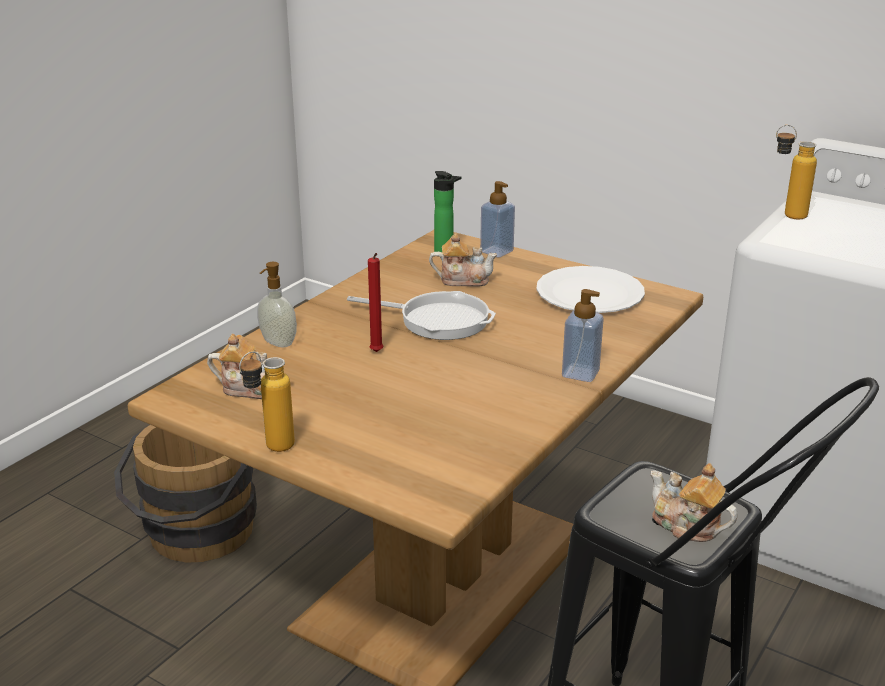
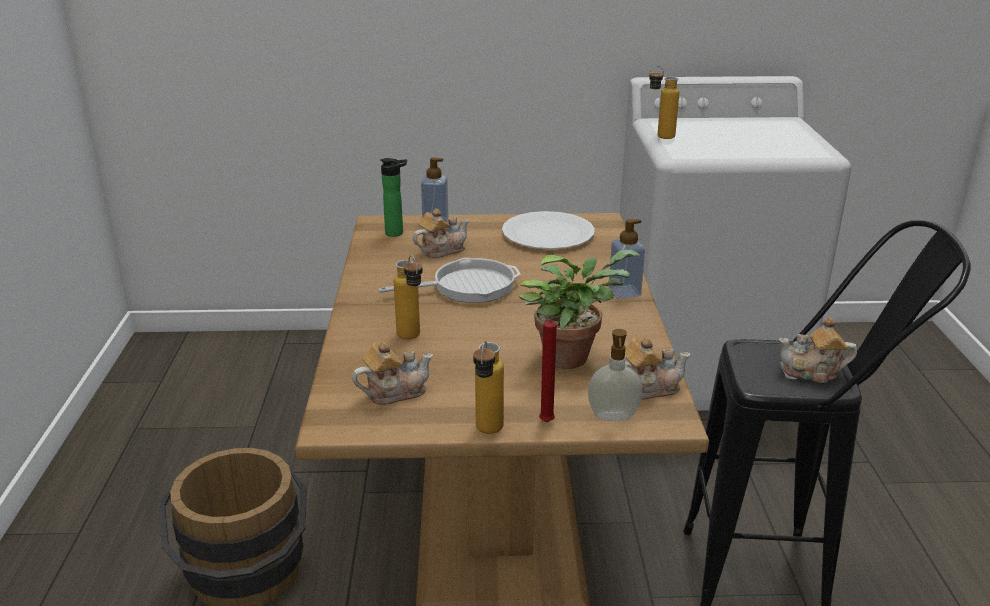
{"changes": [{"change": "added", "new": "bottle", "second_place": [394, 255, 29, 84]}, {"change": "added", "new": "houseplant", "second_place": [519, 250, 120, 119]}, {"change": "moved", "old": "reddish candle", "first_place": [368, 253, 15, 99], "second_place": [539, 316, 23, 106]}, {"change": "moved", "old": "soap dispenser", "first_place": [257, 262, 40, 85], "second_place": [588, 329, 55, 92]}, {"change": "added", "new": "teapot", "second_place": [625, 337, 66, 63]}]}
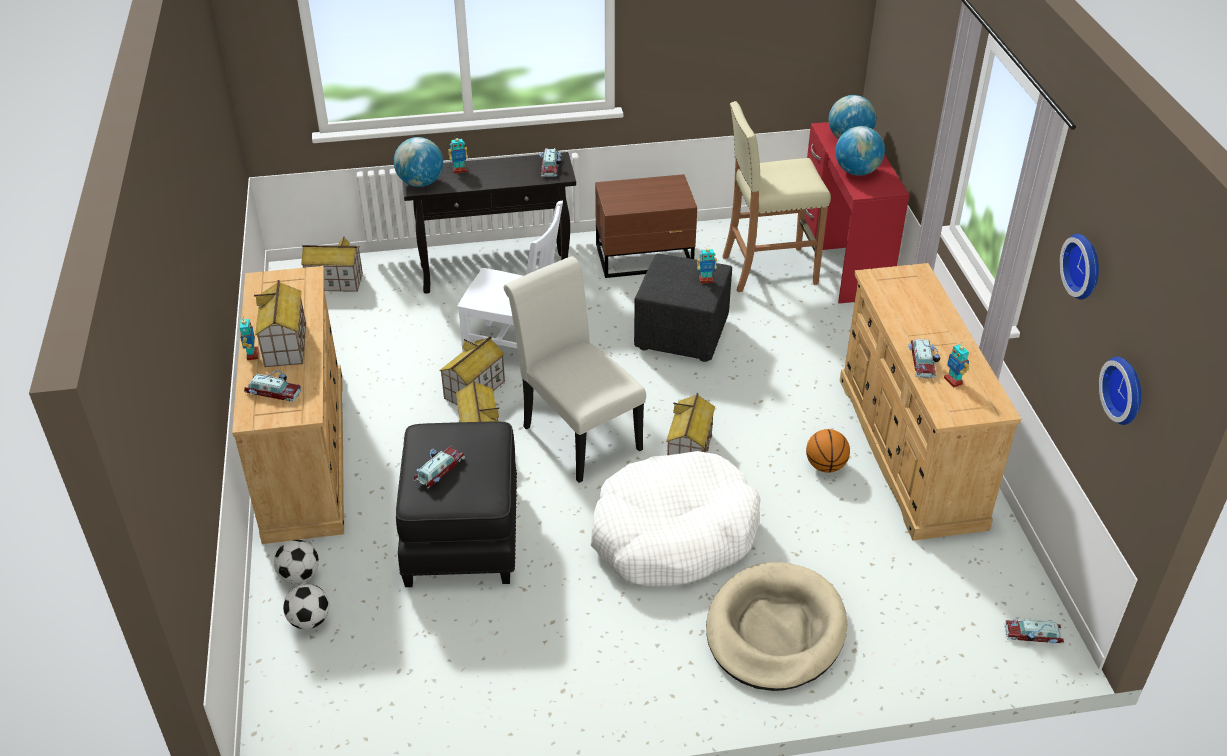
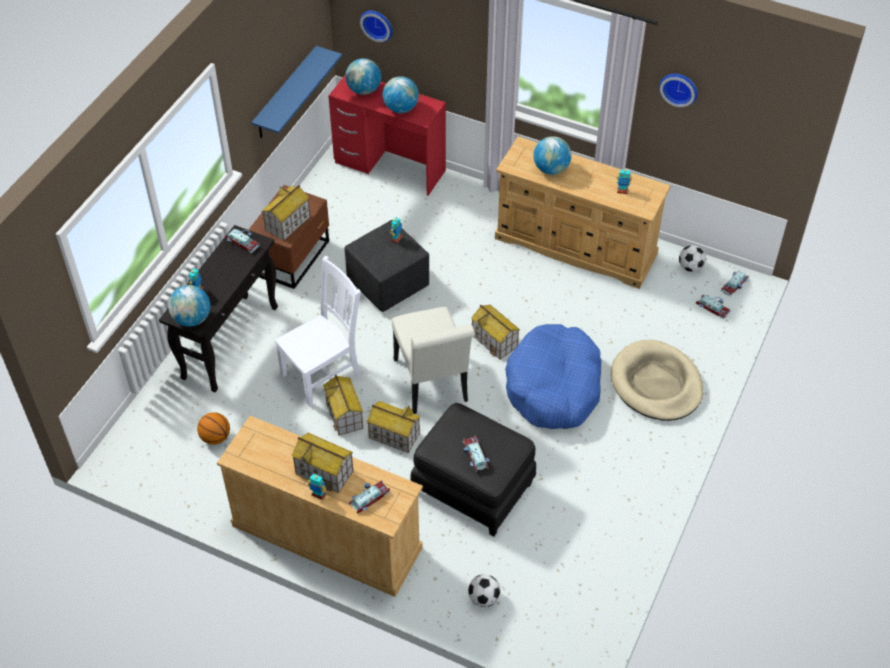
{"changes": [{"change": "moved", "old": "basketball", "first_place": [806, 429, 44, 44], "second_place": [197, 412, 33, 33]}, {"change": "added", "new": "blue shelf", "second_place": [252, 46, 90, 92]}, {"change": "moved", "old": "miniature house", "first_place": [301, 236, 62, 56], "second_place": [261, 185, 50, 56]}, {"change": "moved", "old": "clock on the wall", "first_place": [1099, 357, 42, 68], "second_place": [360, 10, 33, 32]}, {"change": "turned", "old": "white-coloured upright chair", "first_place": [504, 256, 142, 227], "second_place": [392, 307, 83, 107], "degrees": -105}, {"change": "recoloured", "old": "white-coloured dog cushion", "new": "blue dog cushion", "first_place": [591, 451, 170, 135], "second_place": [505, 324, 96, 105]}, {"change": "added", "new": "desk globe", "second_place": [533, 136, 38, 39]}, {"change": "moved", "old": "football", "first_place": [274, 540, 45, 44], "second_place": [679, 245, 27, 27]}, {"change": "moved", "old": "model car", "first_place": [908, 339, 32, 39], "second_place": [695, 295, 36, 24]}, {"change": "removed", "old": "beige-coloured stool", "first_place": [722, 101, 109, 191]}]}
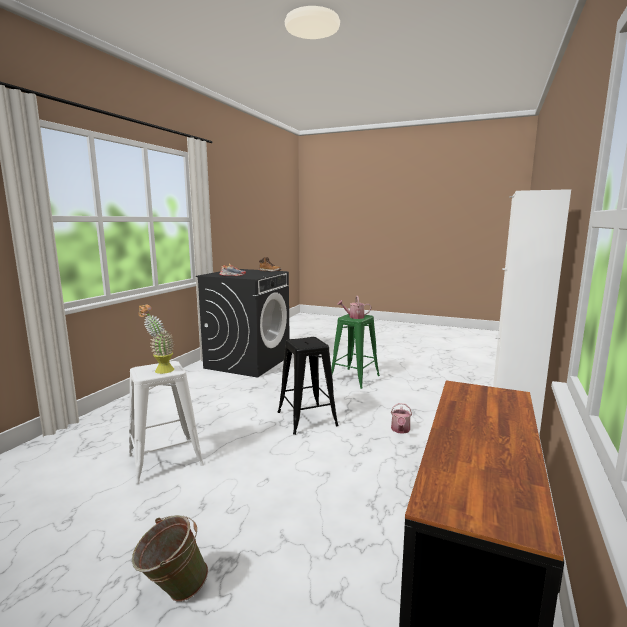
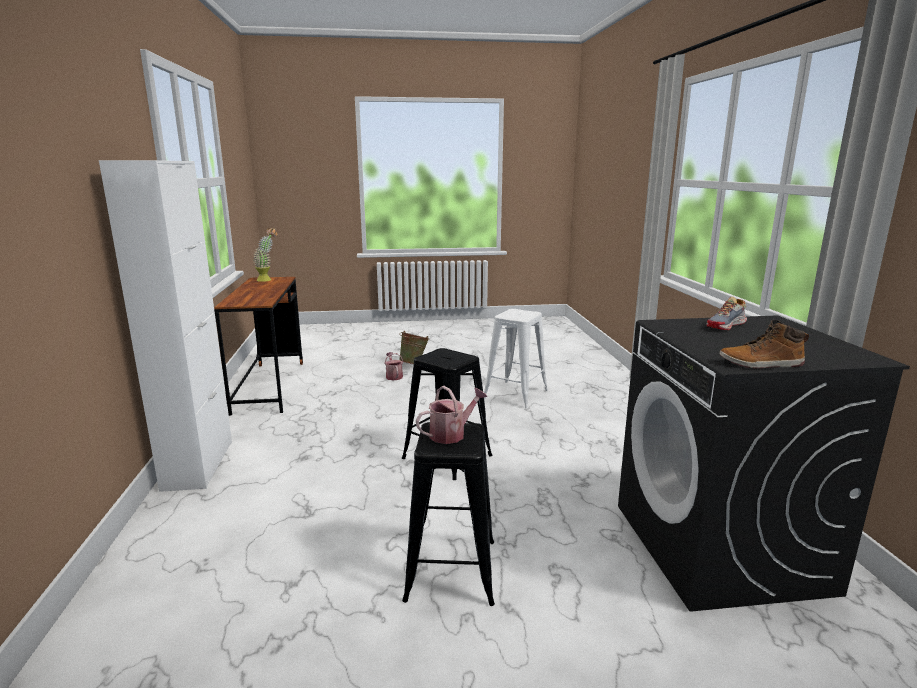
{"changes": [{"change": "moved", "old": "houseplant", "first_place": [138, 304, 36, 70], "second_place": [253, 228, 24, 54]}, {"change": "moved", "old": "watering can", "first_place": [391, 403, 21, 31], "second_place": [384, 352, 19, 28]}, {"change": "recoloured", "old": "green-coloured stool", "new": "black-coloured stool", "first_place": [331, 314, 49, 75], "second_place": [402, 422, 93, 184]}]}
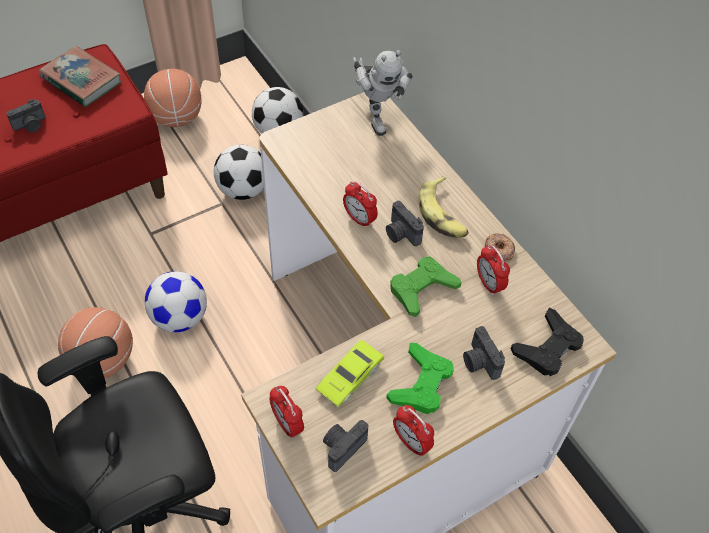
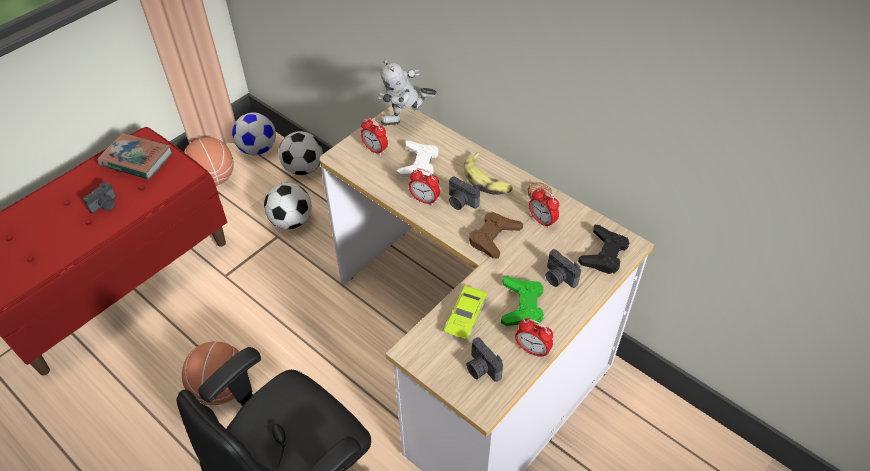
{"changes": [{"change": "moved", "old": "football", "first_place": [145, 271, 62, 61], "second_place": [232, 112, 44, 43]}, {"change": "moved", "old": "table clock", "first_place": [270, 386, 34, 52], "second_place": [361, 118, 27, 38]}, {"change": "turned", "old": "toy robot", "first_place": [353, 50, 60, 86], "second_place": [378, 59, 59, 66], "degrees": 105}, {"change": "added", "new": "white-coloured game controller", "second_place": [397, 141, 41, 36]}, {"change": "turned", "old": "photo camera", "first_place": [323, 420, 45, 52], "second_place": [466, 337, 37, 45], "degrees": -60}, {"change": "recoloured", "old": "green-coloured game controller", "new": "brownish game controller", "first_place": [390, 257, 71, 60], "second_place": [469, 212, 54, 47]}]}
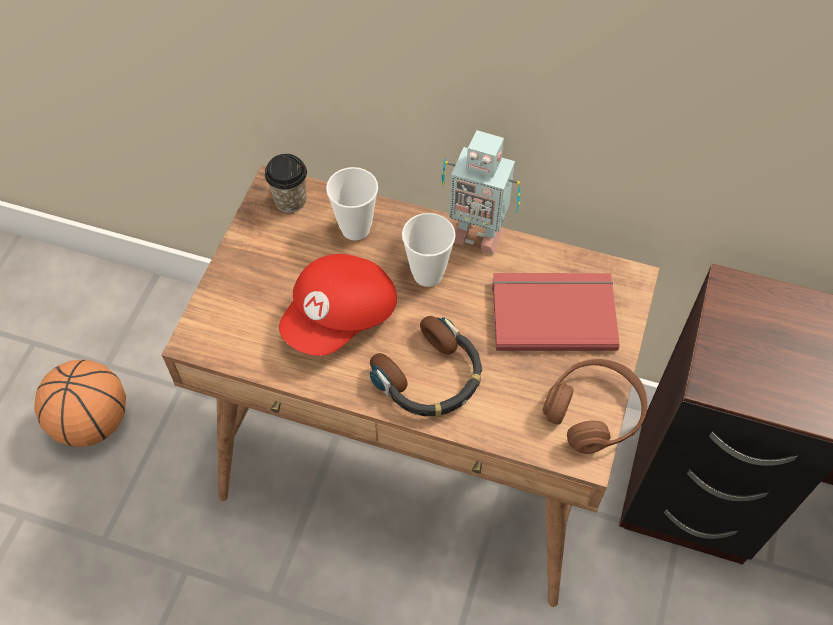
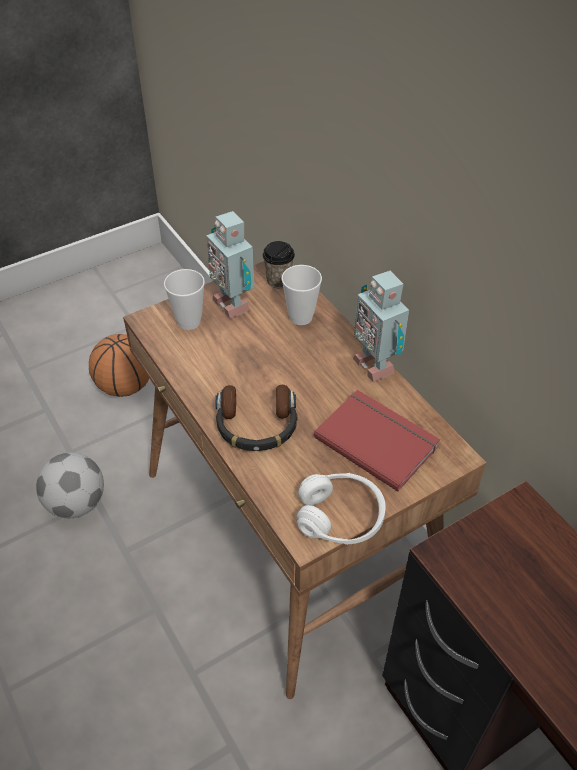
{"changes": [{"change": "added", "new": "football", "second_place": [36, 453, 68, 65]}, {"change": "moved", "old": "drinking cup", "first_place": [402, 213, 54, 74], "second_place": [164, 269, 41, 61]}, {"change": "added", "new": "toy robot", "second_place": [206, 211, 48, 108]}, {"change": "recoloured", "old": "brownish pair of headphones", "new": "white-coloured pair of headphones", "first_place": [543, 359, 104, 95], "second_place": [296, 473, 90, 72]}, {"change": "removed", "old": "reddish peaked cap", "first_place": [279, 254, 118, 102]}]}
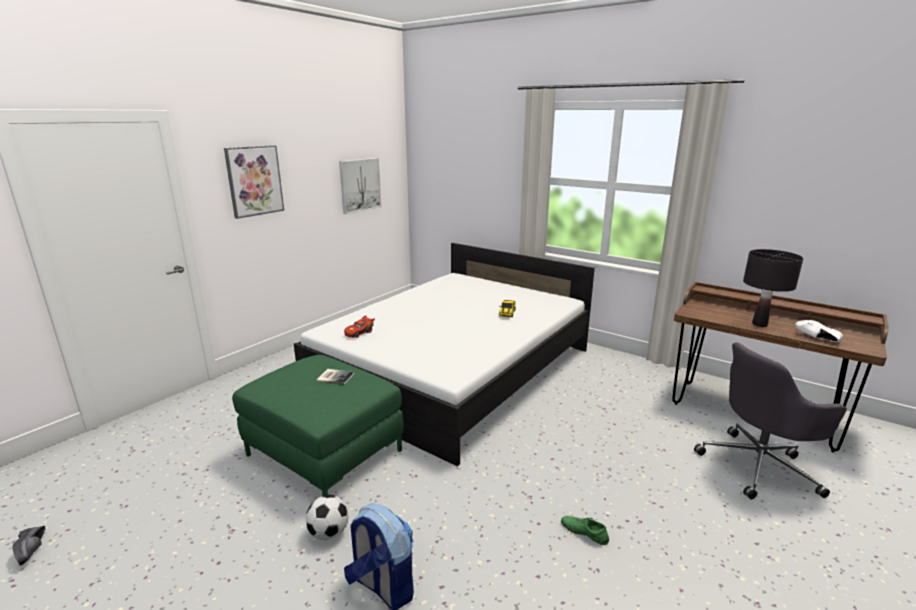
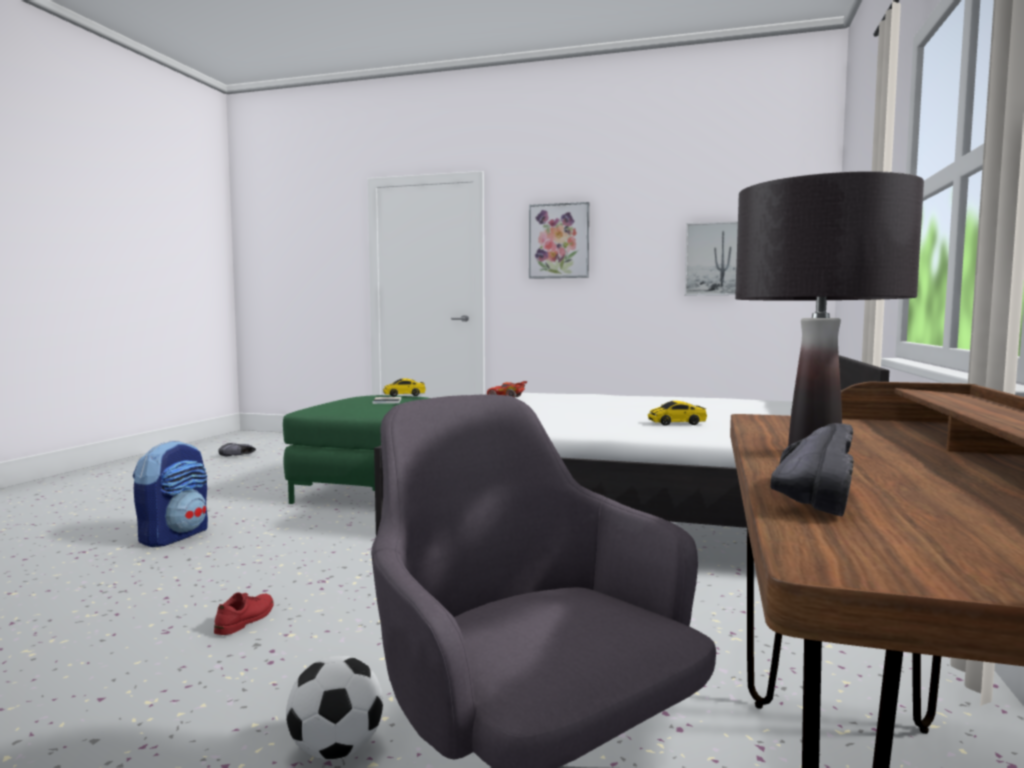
{"changes": [{"change": "recoloured", "old": "green-coloured item of footwear", "new": "reddish item of footwear", "first_place": [561, 516, 48, 29], "second_place": [214, 592, 60, 43]}, {"change": "moved", "old": "football", "first_place": [306, 495, 42, 45], "second_place": [286, 656, 97, 104]}, {"change": "added", "new": "model car", "second_place": [383, 379, 43, 18]}, {"change": "recoloured", "old": "white-coloured item of footwear", "new": "black-coloured item of footwear", "first_place": [795, 320, 48, 22], "second_place": [770, 423, 84, 93]}]}
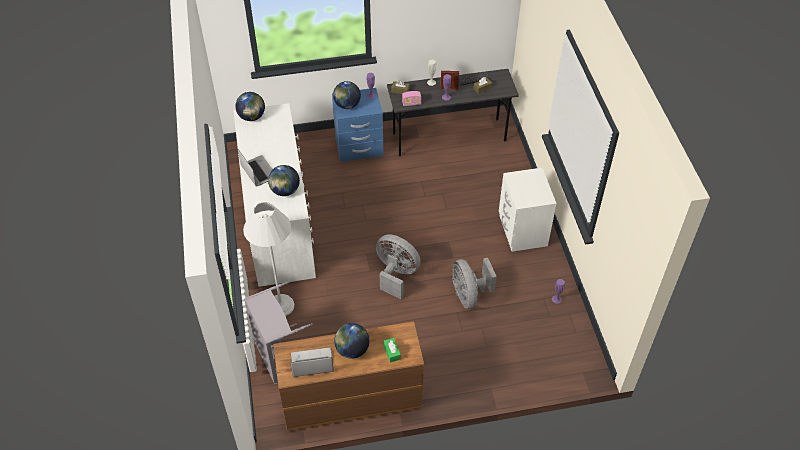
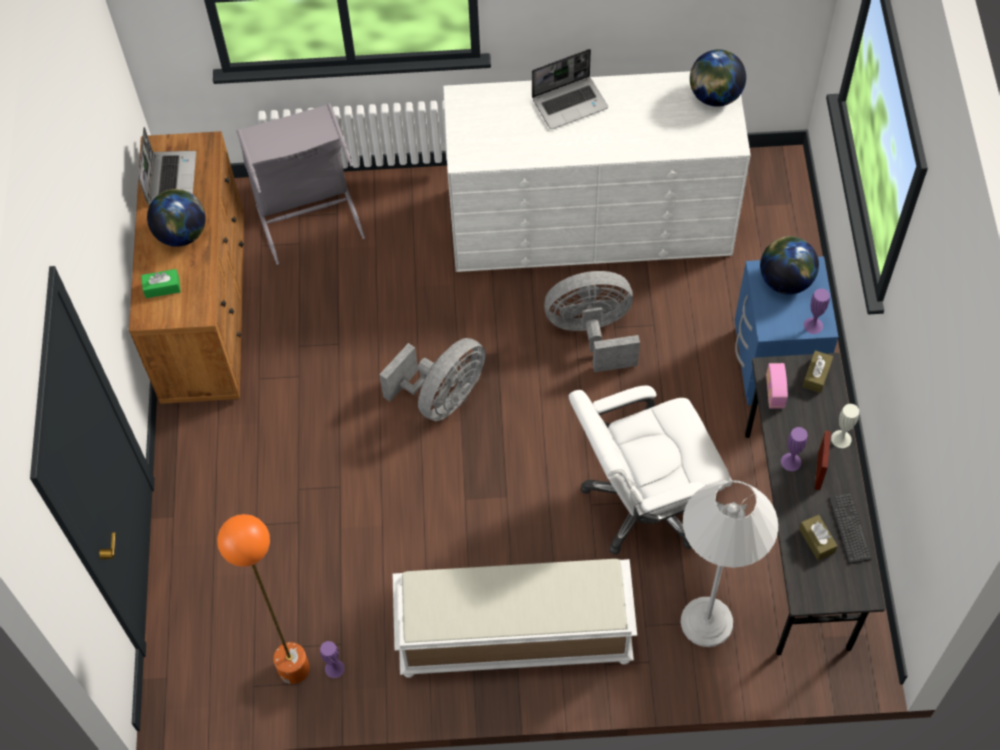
{"changes": [{"change": "added", "new": "orangey standard lamp", "second_place": [217, 514, 93, 170]}, {"change": "replaced", "old": "white-coloured bedside table", "new": "white-coloured bench", "first_place": [499, 168, 58, 84], "second_place": [393, 559, 244, 119]}, {"change": "moved", "old": "gray electric fan", "first_place": [452, 258, 45, 51], "second_place": [544, 271, 96, 101]}, {"change": "added", "new": "white-coloured computer chair", "second_place": [569, 385, 163, 170]}, {"change": "moved", "old": "white-coloured standard lamp", "first_place": [243, 202, 51, 114], "second_place": [681, 480, 97, 167]}, {"change": "removed", "old": "desk globe", "first_place": [268, 165, 32, 31]}]}
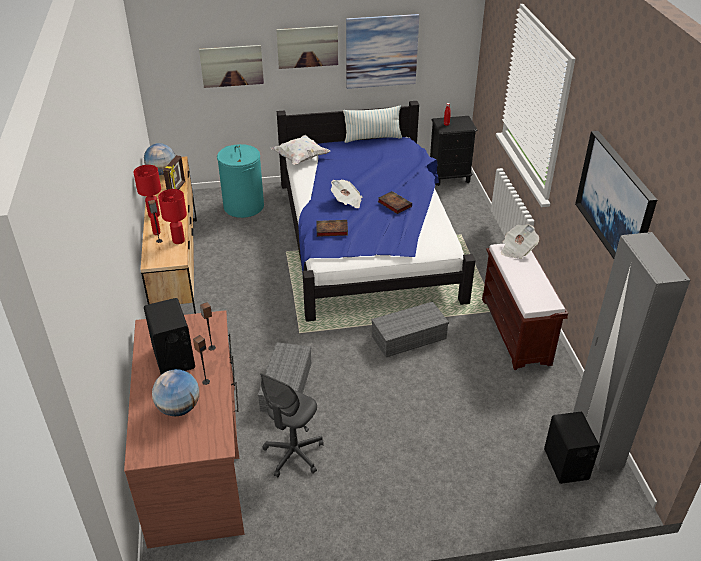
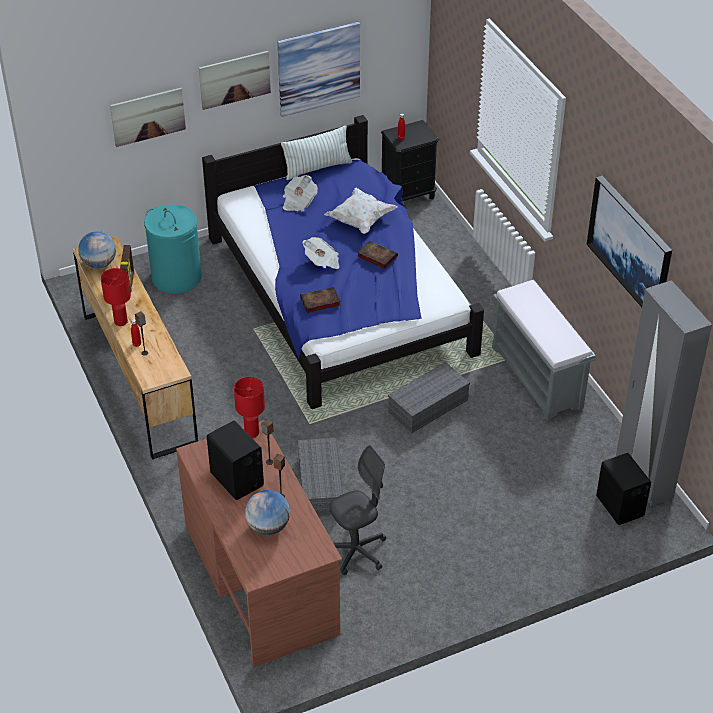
{"changes": [{"change": "moved", "old": "reddish lamp for a table", "first_place": [158, 189, 29, 55], "second_place": [234, 377, 31, 61]}, {"change": "moved", "old": "newspaper", "first_place": [501, 224, 38, 35], "second_place": [283, 175, 35, 36]}, {"change": "moved", "old": "white-coloured cushion", "first_place": [271, 135, 59, 30], "second_place": [324, 188, 73, 46]}, {"change": "turned", "old": "gray computer chair", "first_place": [260, 373, 64, 104], "second_place": [329, 445, 57, 130], "degrees": -135}, {"change": "recoloured", "old": "brownish bench", "new": "gray bench", "first_place": [482, 243, 86, 127], "second_place": [492, 279, 104, 142]}]}
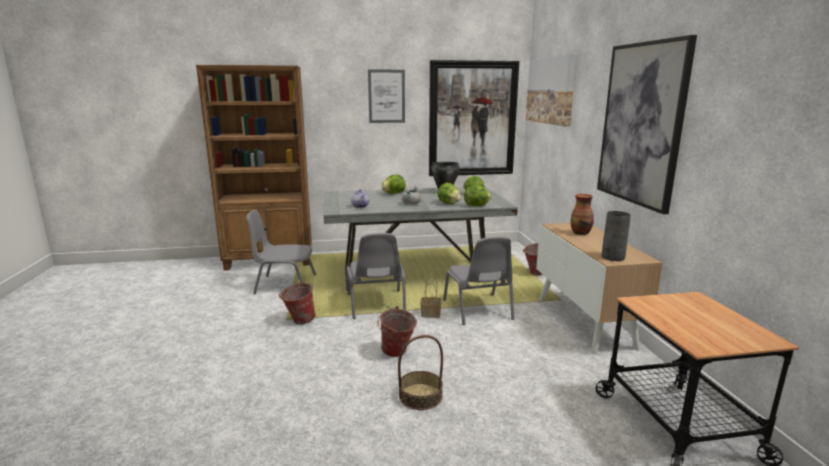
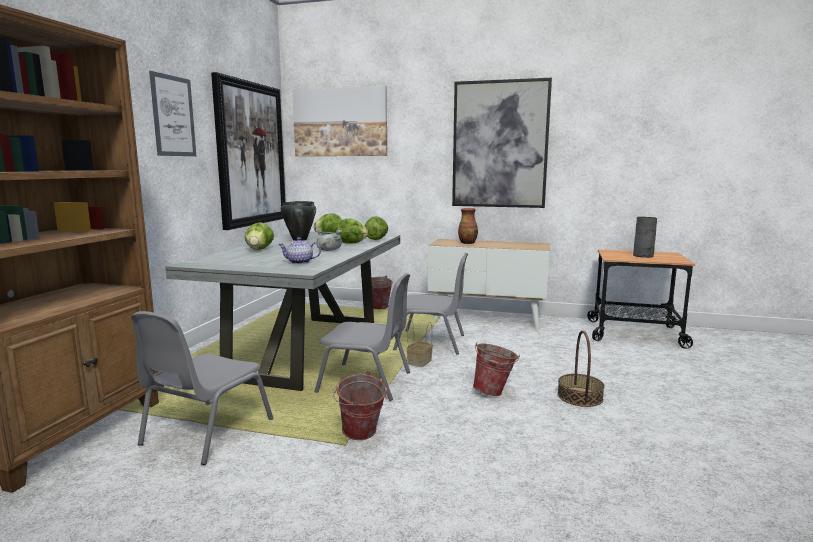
{"changes": [{"change": "moved", "old": "gray decorative vase", "first_place": [601, 211, 30, 50], "second_place": [633, 217, 24, 41]}]}
